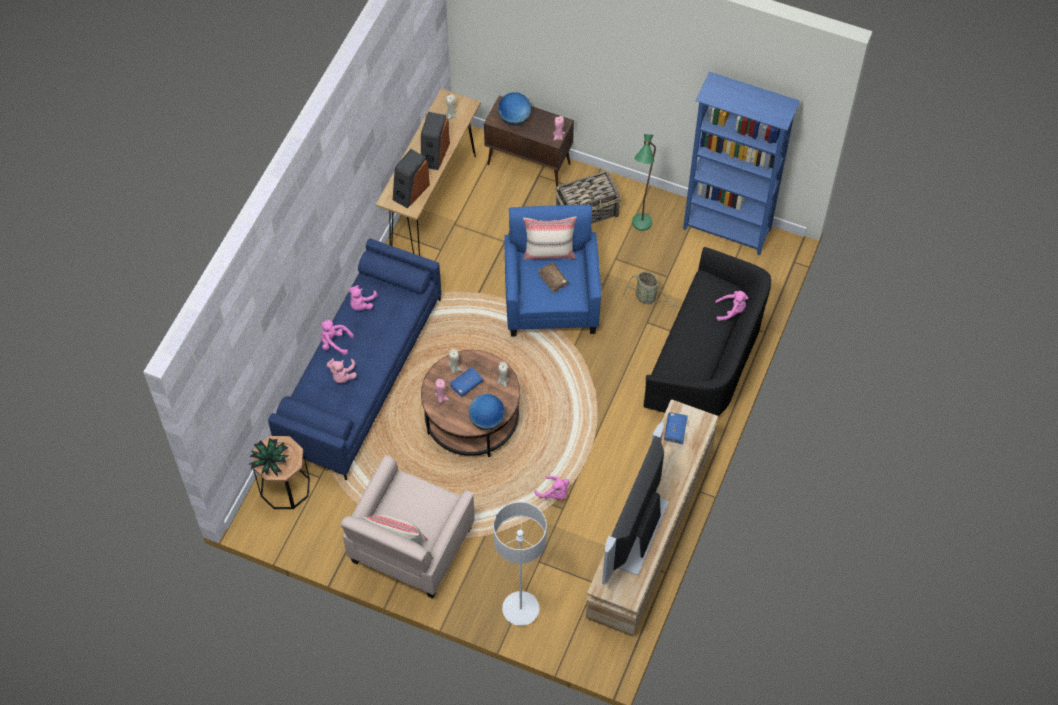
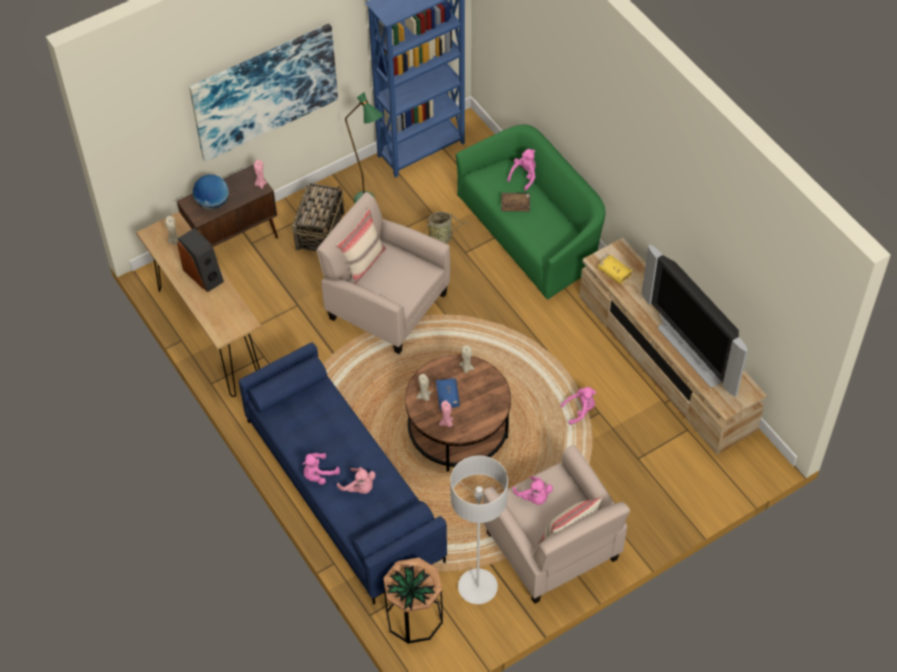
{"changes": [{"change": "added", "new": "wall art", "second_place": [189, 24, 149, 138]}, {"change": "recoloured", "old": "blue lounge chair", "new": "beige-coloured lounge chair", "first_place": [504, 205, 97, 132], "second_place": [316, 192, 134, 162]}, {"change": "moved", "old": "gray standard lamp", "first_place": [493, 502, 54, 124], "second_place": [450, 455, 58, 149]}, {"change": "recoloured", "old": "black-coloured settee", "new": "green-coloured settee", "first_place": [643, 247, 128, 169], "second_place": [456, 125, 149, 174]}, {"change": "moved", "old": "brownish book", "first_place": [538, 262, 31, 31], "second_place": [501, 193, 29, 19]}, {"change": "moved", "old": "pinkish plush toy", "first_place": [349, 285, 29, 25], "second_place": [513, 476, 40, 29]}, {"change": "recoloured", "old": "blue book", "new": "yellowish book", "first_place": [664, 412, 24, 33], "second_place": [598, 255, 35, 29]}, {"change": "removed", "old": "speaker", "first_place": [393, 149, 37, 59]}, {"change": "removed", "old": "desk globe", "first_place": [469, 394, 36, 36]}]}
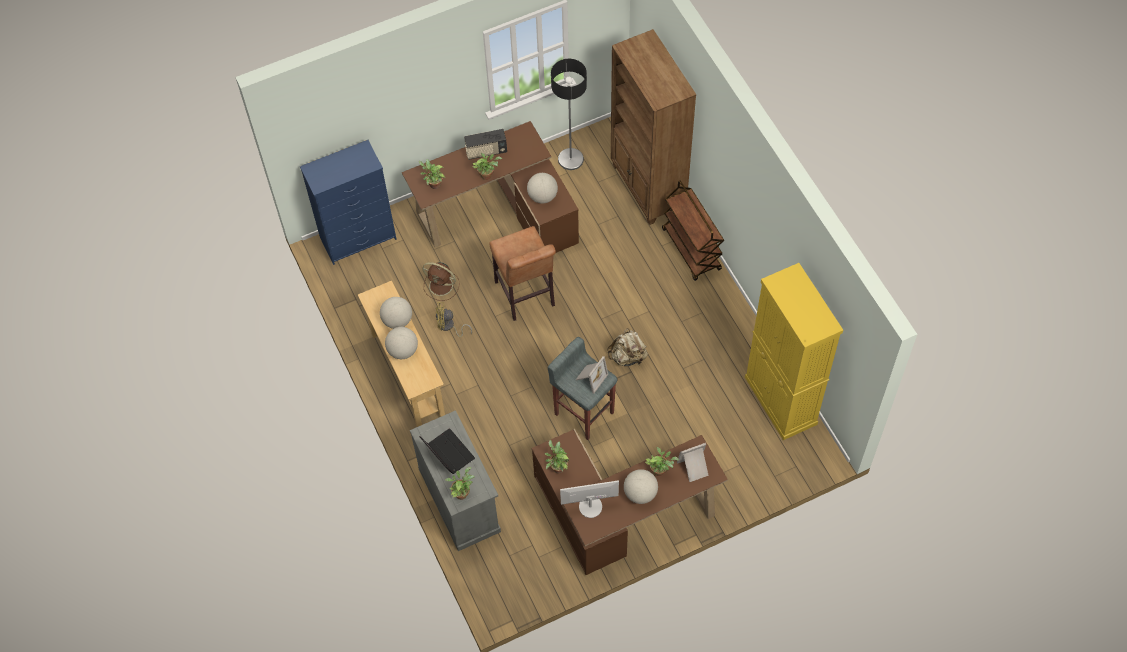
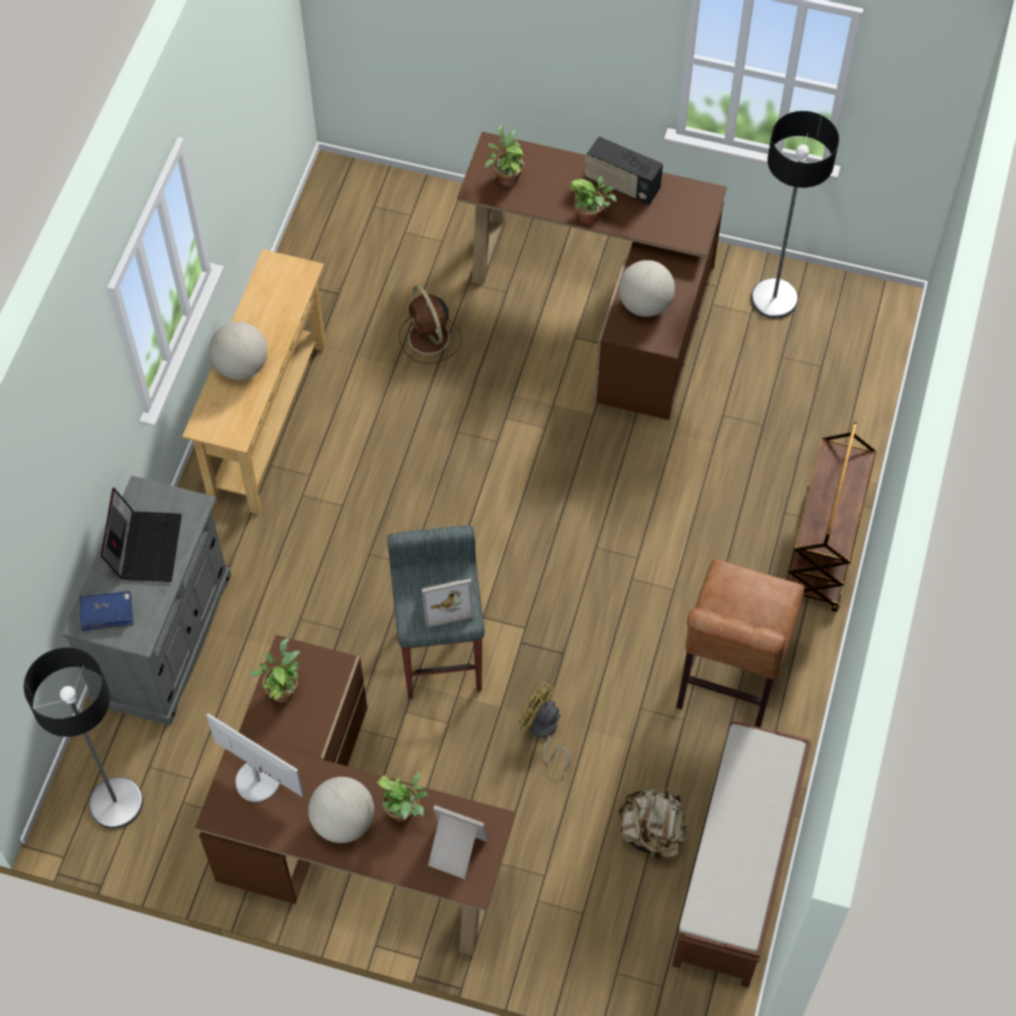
{"changes": [{"change": "added", "new": "standard lamp", "second_place": [24, 647, 119, 181]}, {"change": "replaced", "old": "houseplant", "new": "blue book", "first_place": [445, 467, 30, 33], "second_place": [80, 591, 54, 40]}, {"change": "moved", "old": "yellowish electric fan", "first_place": [436, 302, 36, 35], "second_place": [519, 682, 51, 89]}, {"change": "moved", "old": "beige-coloured backpack", "first_place": [607, 328, 41, 38], "second_place": [619, 789, 68, 73]}, {"change": "replaced", "old": "yellowish storage cabinet", "new": "brownish bench", "first_place": [745, 263, 98, 177], "second_place": [672, 721, 139, 267]}, {"change": "moved", "old": "brownish stool", "first_place": [489, 226, 67, 95], "second_place": [676, 559, 128, 168]}, {"change": "removed", "old": "blue chest of drawers", "first_place": [300, 140, 96, 125]}, {"change": "removed", "old": "desk globe", "first_place": [380, 297, 32, 32]}, {"change": "removed", "old": "brownish shelving unit", "first_place": [611, 29, 85, 196]}]}
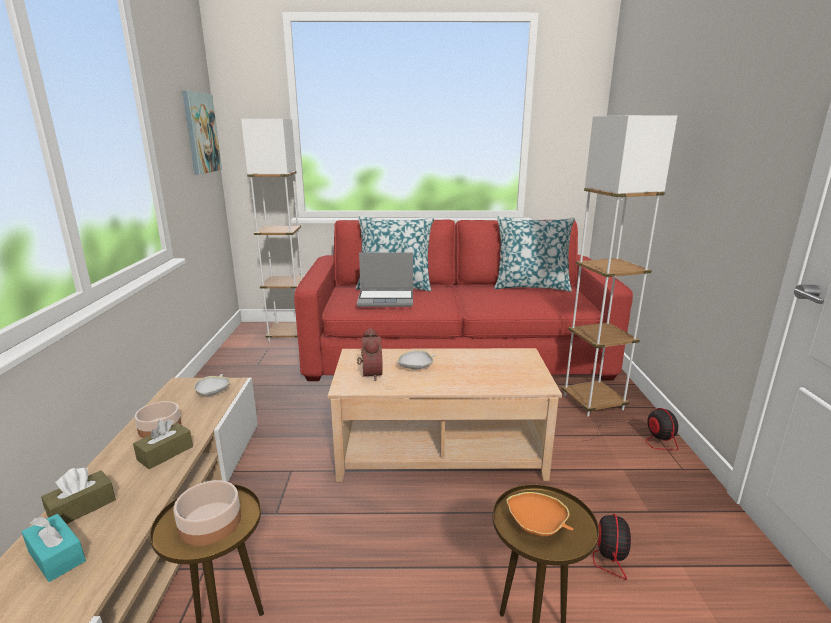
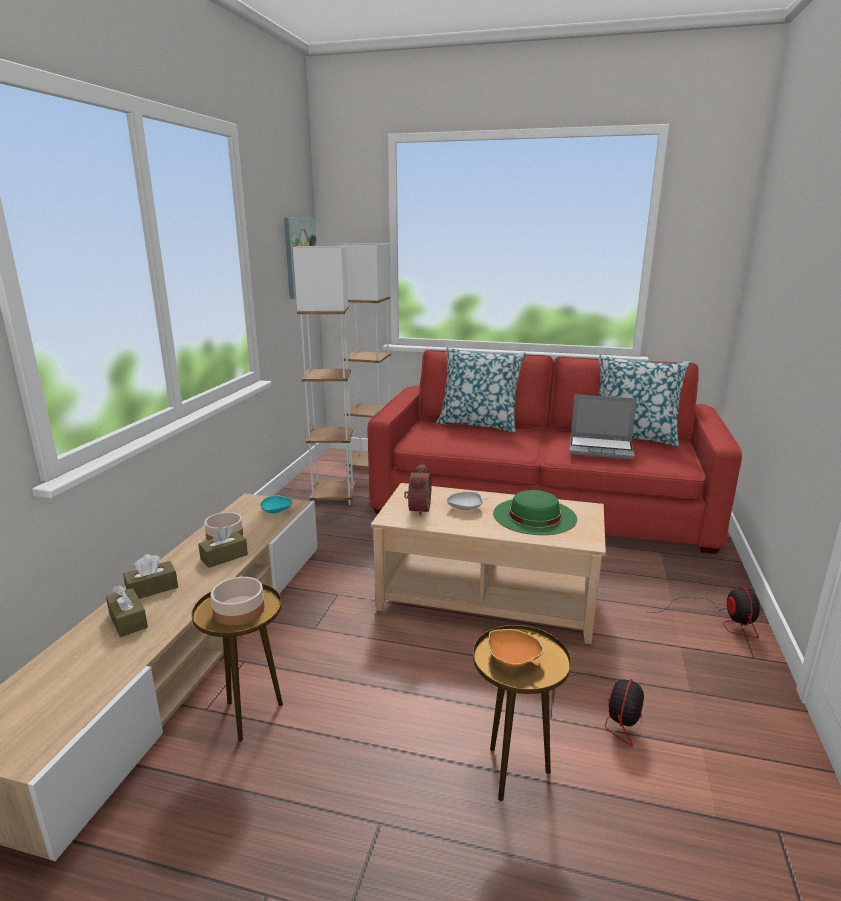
{"changes": [{"change": "recoloured", "old": "turquoise tissue holder", "new": "brownish tissue holder", "first_place": [22, 514, 64, 68], "second_place": [106, 585, 42, 52]}, {"change": "recoloured", "old": "white-coloured serving bowl", "new": "turquoise serving bowl", "first_place": [194, 374, 36, 22], "second_place": [260, 495, 32, 19]}, {"change": "moved", "old": "white-coloured standard lamp", "first_place": [561, 115, 116, 302], "second_place": [293, 246, 62, 259]}, {"change": "added", "new": "green-coloured hat", "second_place": [493, 490, 84, 45]}, {"change": "moved", "old": "portable computer", "first_place": [357, 252, 56, 55], "second_place": [569, 394, 68, 65]}]}
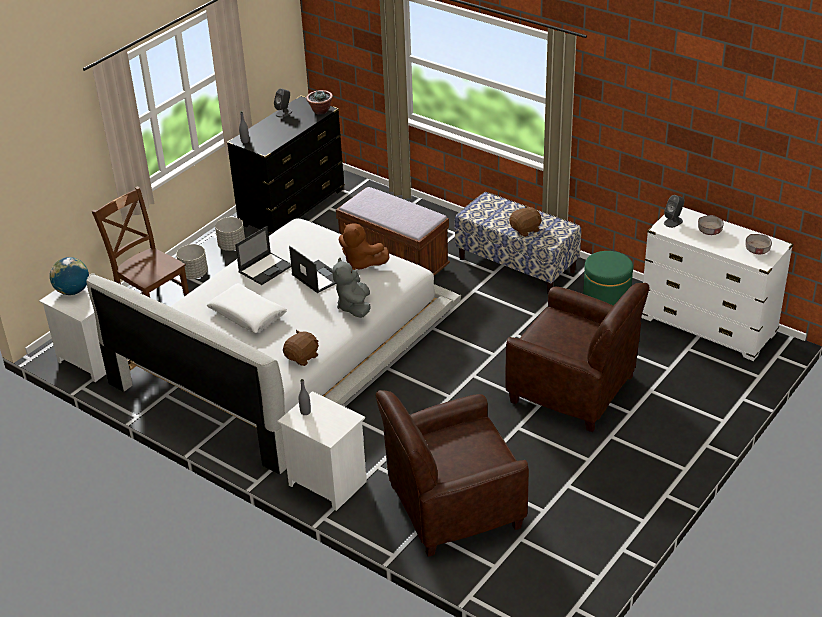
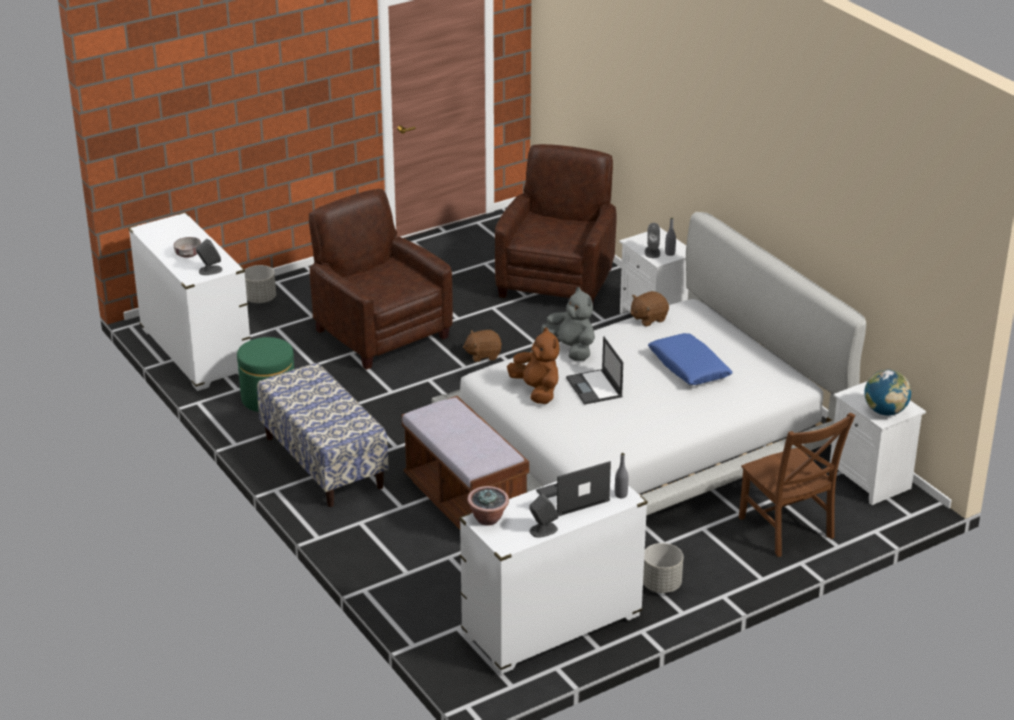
{"changes": [{"change": "moved", "old": "gray flower pot", "first_place": [176, 244, 32, 35], "second_place": [245, 265, 31, 38]}, {"change": "recoloured", "old": "black-coloured chest of drawers", "new": "white-coloured chest of drawers", "first_place": [227, 95, 118, 141], "second_place": [459, 471, 189, 203]}, {"change": "moved", "old": "brownish plush toy", "first_place": [509, 205, 32, 32], "second_place": [463, 330, 39, 32]}, {"change": "turned", "old": "brownish lounge chair", "first_place": [376, 390, 153, 167], "second_place": [495, 144, 122, 160], "degrees": -75}, {"change": "moved", "old": "portable computer", "first_place": [235, 226, 56, 59], "second_place": [536, 461, 75, 55]}, {"change": "turned", "old": "gray plush toy", "first_place": [332, 258, 39, 60], "second_place": [541, 287, 54, 74], "degrees": -60}, {"change": "added", "new": "gray speaker", "second_place": [645, 223, 15, 35]}, {"change": "recoloured", "old": "white-coloured cushion", "new": "blue cushion", "first_place": [207, 283, 80, 50], "second_place": [648, 333, 85, 52]}, {"change": "removed", "old": "gray serving bowl", "first_place": [746, 234, 26, 20]}]}
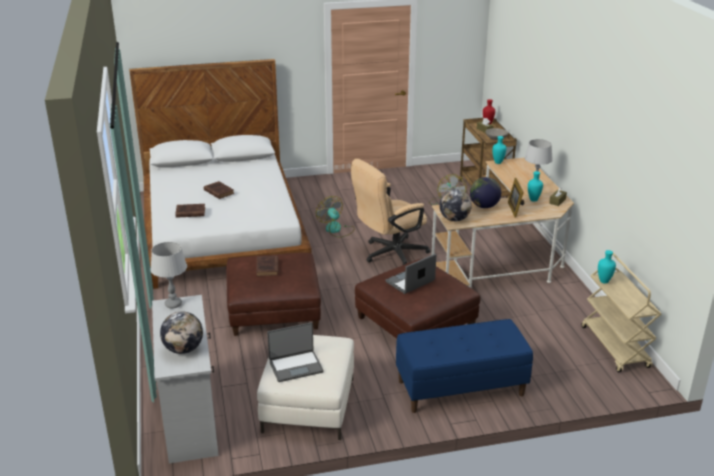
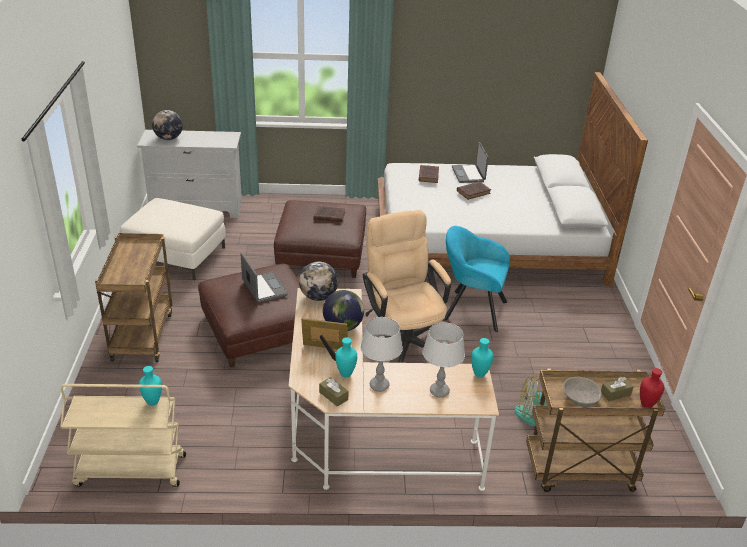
{"changes": [{"change": "replaced", "old": "blue bench", "new": "brownish cart", "first_place": [396, 319, 137, 94], "second_place": [95, 233, 78, 129]}, {"change": "moved", "old": "gray lamp for a table", "first_place": [150, 242, 37, 66], "second_place": [423, 323, 42, 75]}, {"change": "replaced", "old": "electric fan", "new": "turquoise lounge chair", "first_place": [316, 196, 39, 42], "second_place": [444, 226, 66, 106]}, {"change": "moved", "old": "portable computer", "first_place": [267, 322, 57, 60], "second_place": [452, 142, 37, 41]}]}
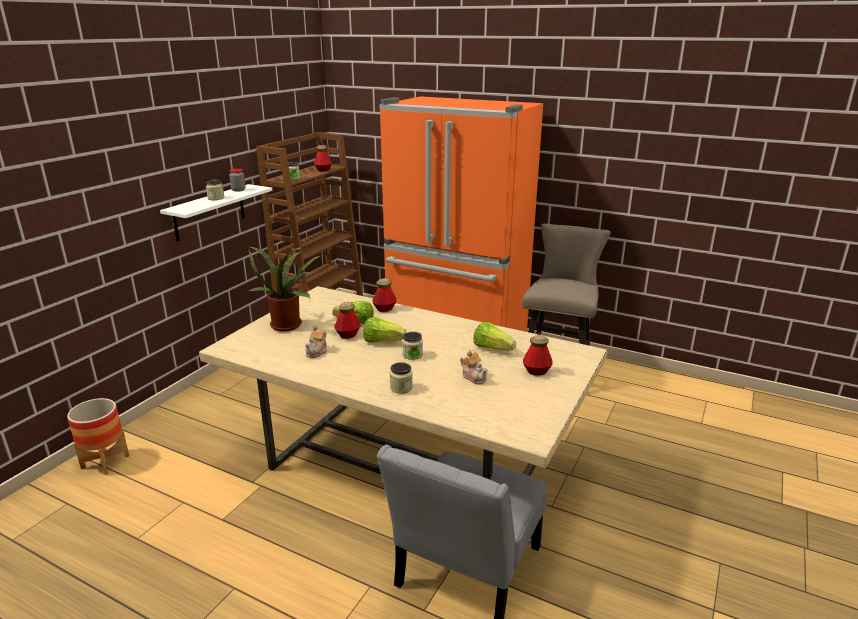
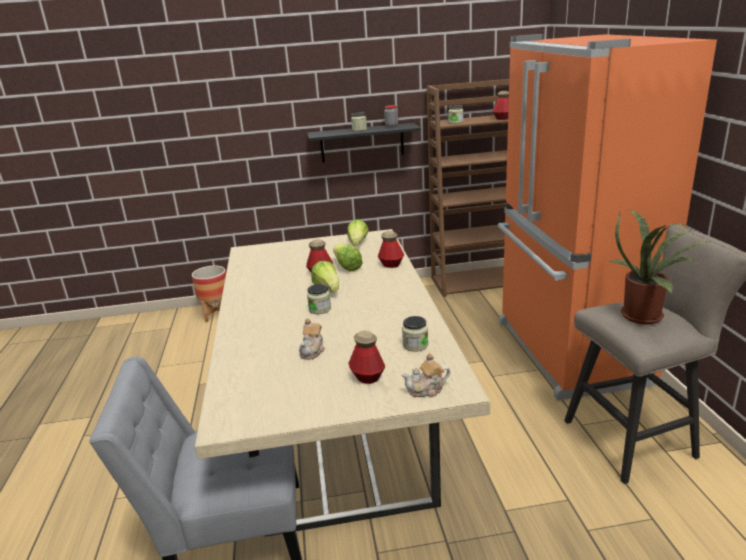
{"changes": [{"change": "recoloured", "old": "white-coloured shelf", "new": "black-coloured shelf", "first_place": [160, 184, 112, 58], "second_place": [307, 123, 114, 40]}, {"change": "moved", "old": "lettuce head", "first_place": [473, 322, 43, 29], "second_place": [347, 219, 22, 27]}, {"change": "moved", "old": "preserve jar", "first_place": [389, 362, 24, 32], "second_place": [402, 316, 26, 36]}, {"change": "moved", "old": "teapot", "first_place": [305, 325, 22, 33], "second_place": [402, 353, 48, 44]}, {"change": "moved", "old": "houseplant", "first_place": [248, 246, 74, 86], "second_place": [610, 209, 101, 116]}]}
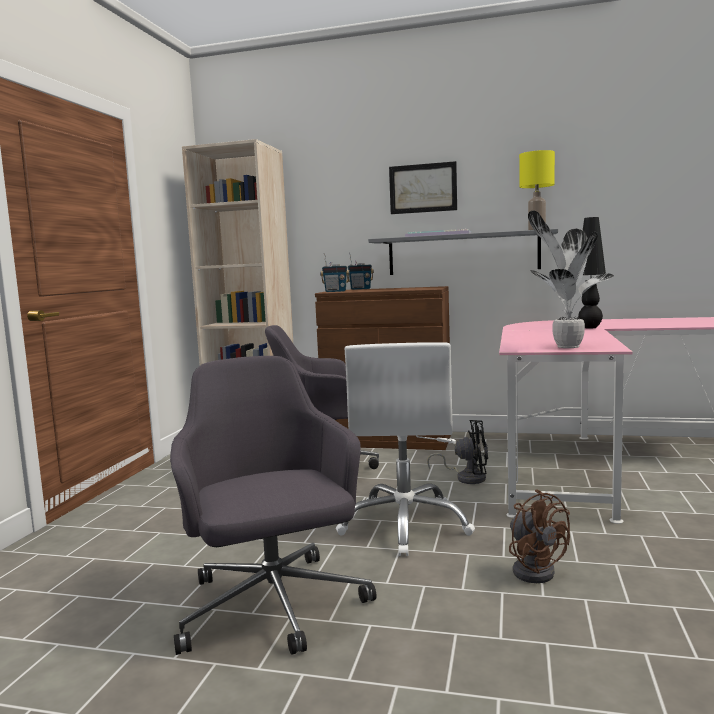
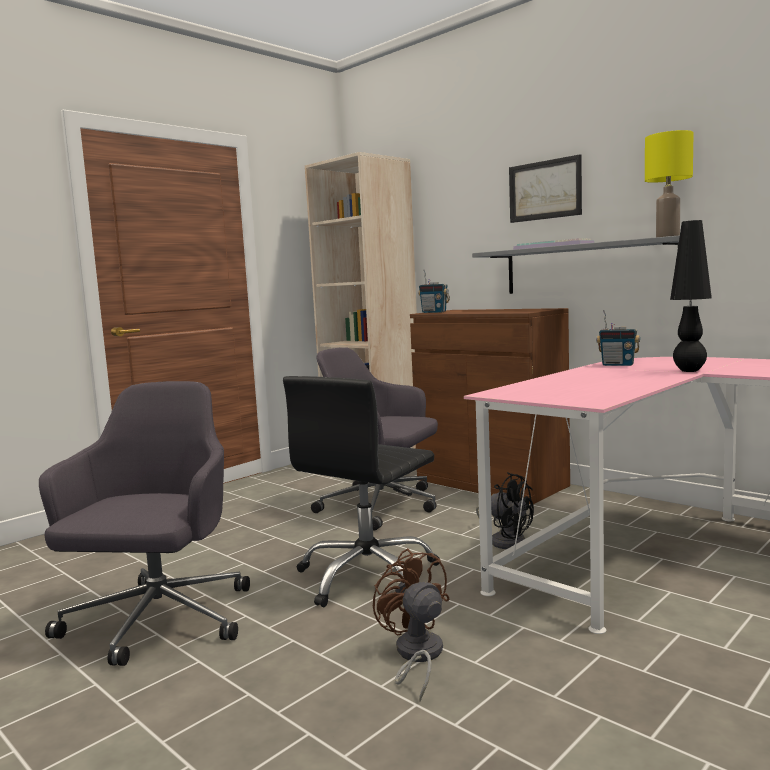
{"changes": [{"change": "recoloured", "old": "white-coloured computer chair", "new": "black-coloured computer chair", "first_place": [336, 342, 139, 214], "second_place": [283, 376, 157, 231]}, {"change": "turned", "old": "brownish electric fan", "first_place": [509, 489, 61, 94], "second_place": [373, 548, 77, 154], "degrees": 150}, {"change": "moved", "old": "radio receiver", "first_place": [347, 252, 27, 38], "second_place": [596, 310, 44, 56]}, {"change": "removed", "old": "houseplant", "first_place": [528, 211, 86, 137]}]}
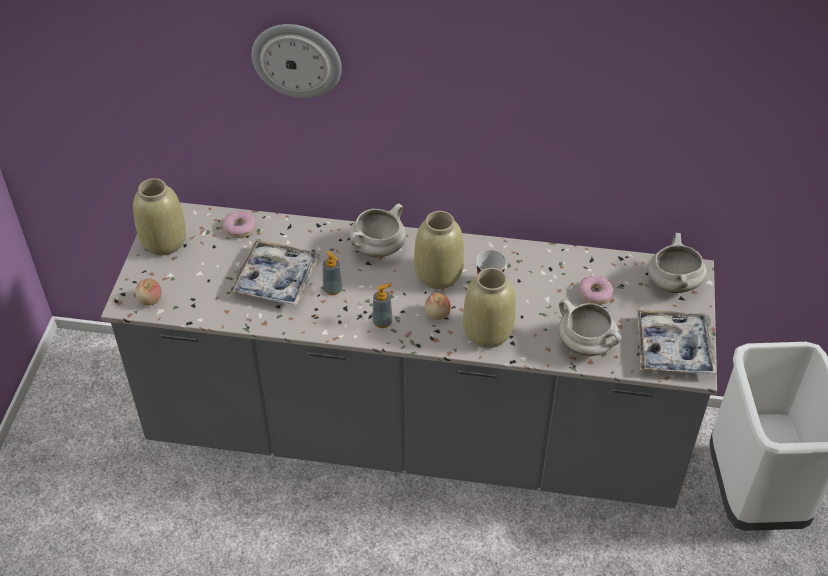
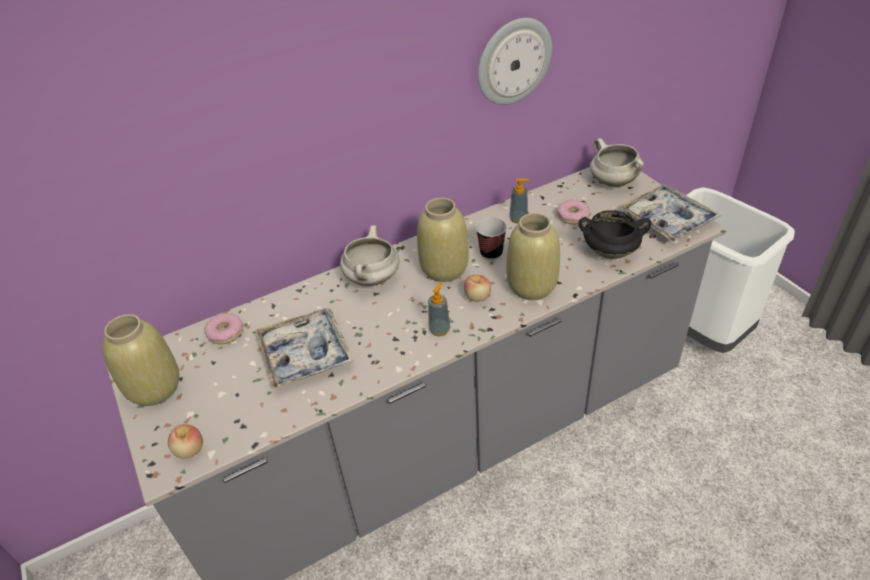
{"changes": [{"change": "moved", "old": "clock on the wall", "first_place": [251, 24, 91, 75], "second_place": [478, 18, 74, 87]}, {"change": "moved", "old": "soap dispenser", "first_place": [323, 251, 20, 44], "second_place": [509, 178, 21, 46]}, {"change": "recoloured", "old": "white-coloured saucepot", "new": "black-coloured saucepot", "first_place": [558, 299, 63, 57], "second_place": [579, 211, 72, 48]}]}
